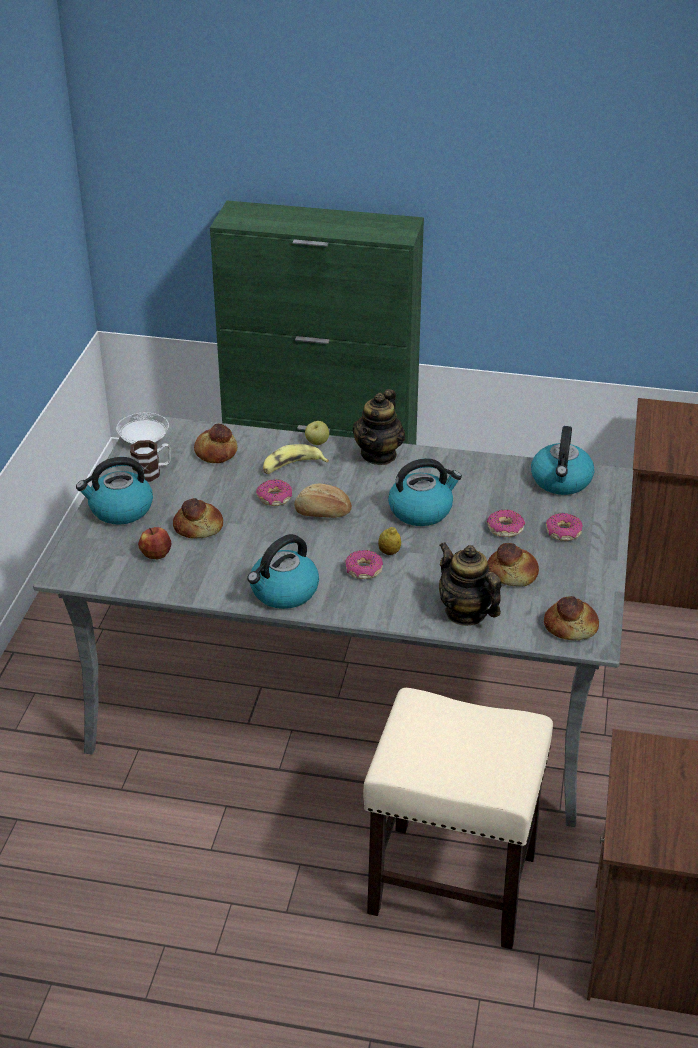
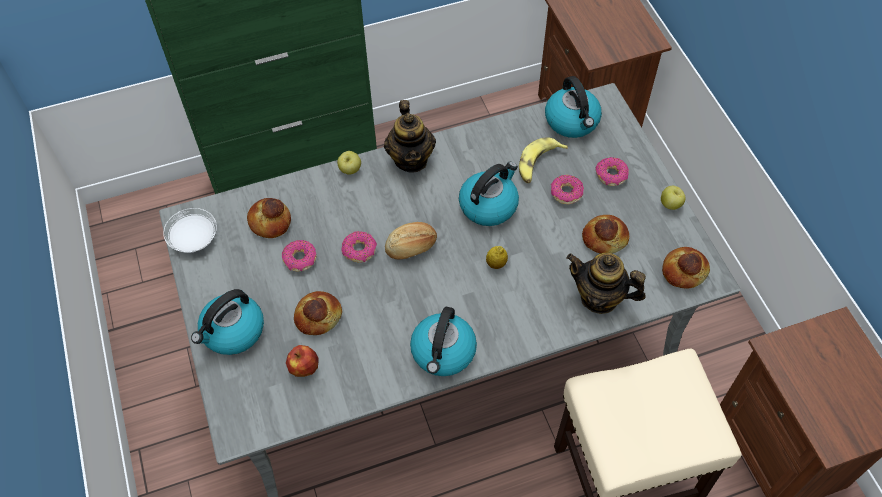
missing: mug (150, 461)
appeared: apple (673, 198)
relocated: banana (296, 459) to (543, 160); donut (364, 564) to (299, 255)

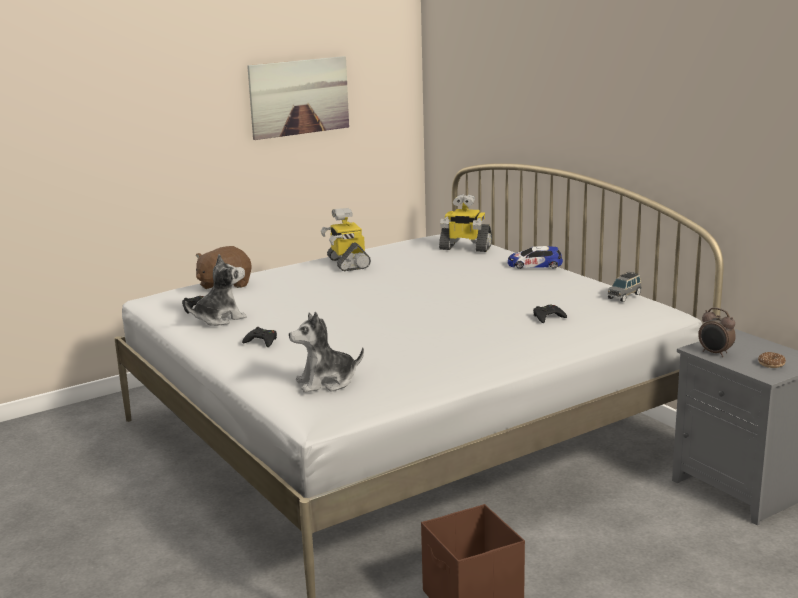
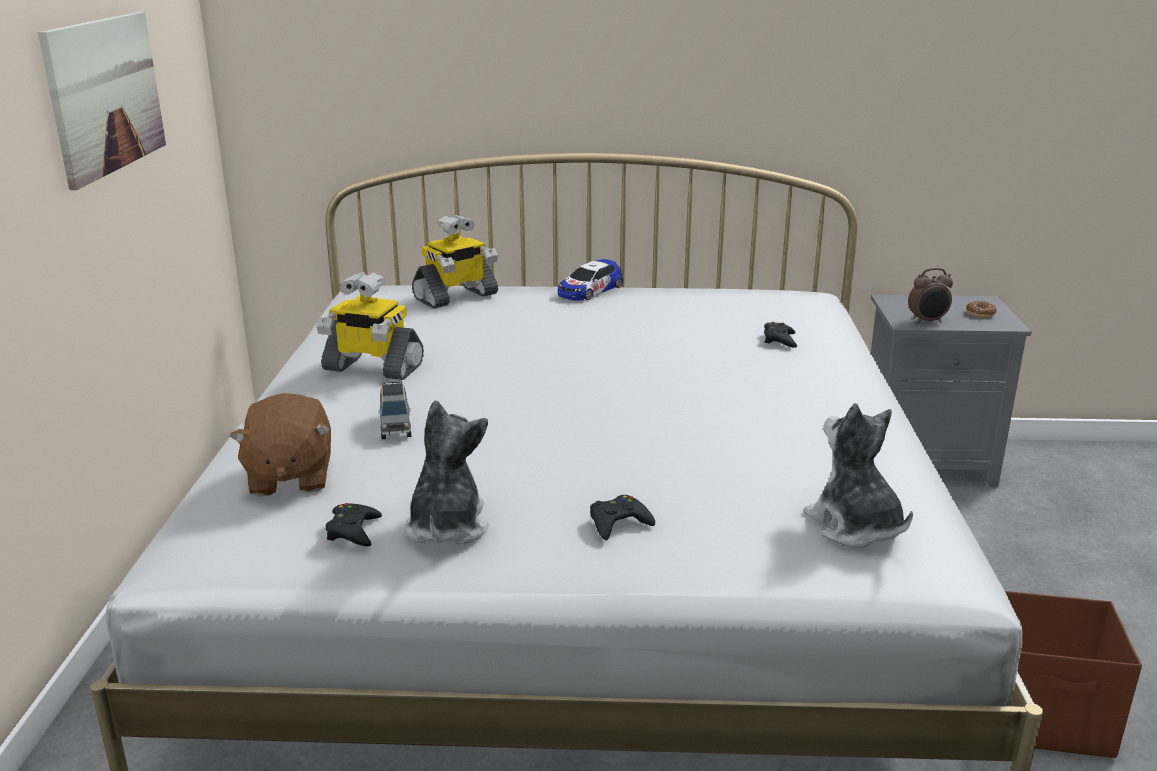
relocated: grey toy car (624, 287) to (394, 410)
spun: plush toy (326, 352) = (858, 475) 135 degrees clockwise

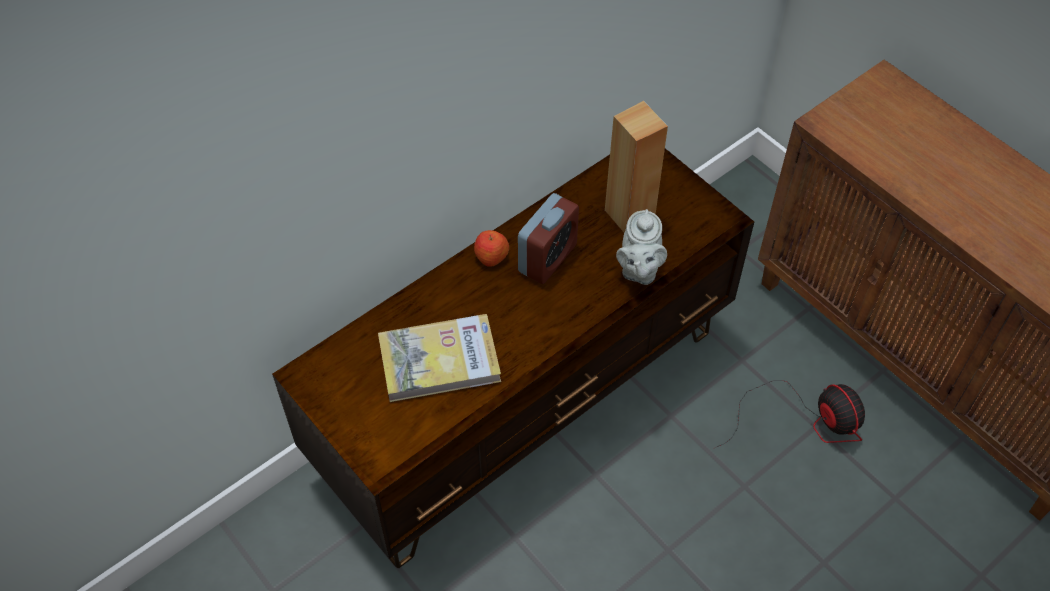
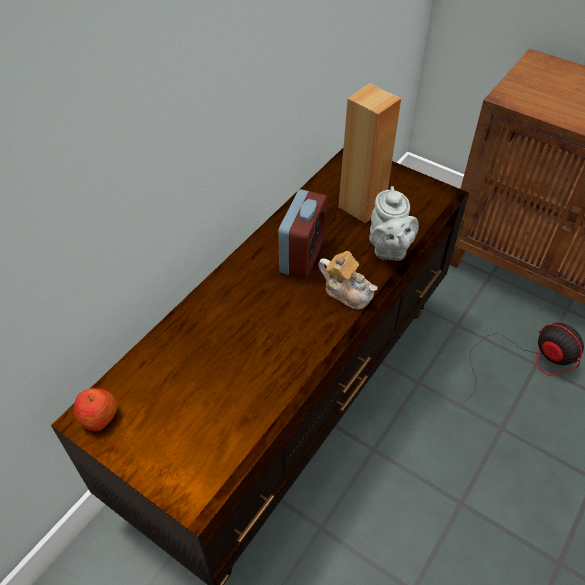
missing: book (439, 358)
appeared: teapot (348, 280)
relocated: apple (491, 248) to (95, 409)

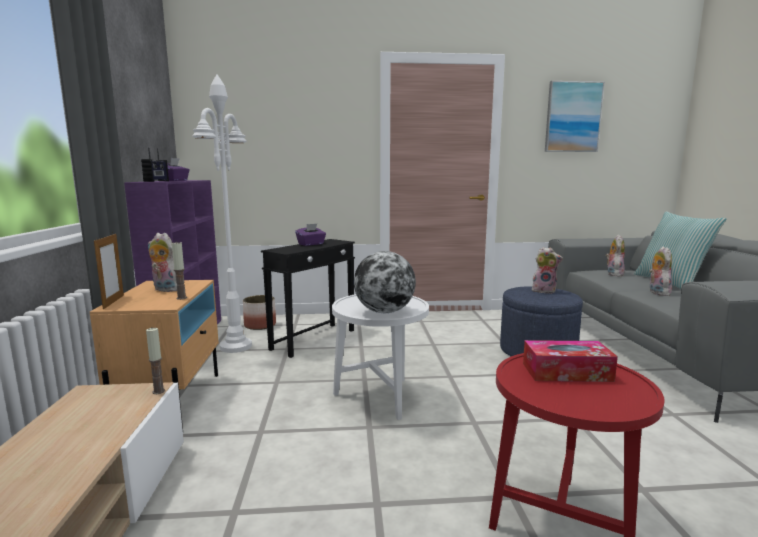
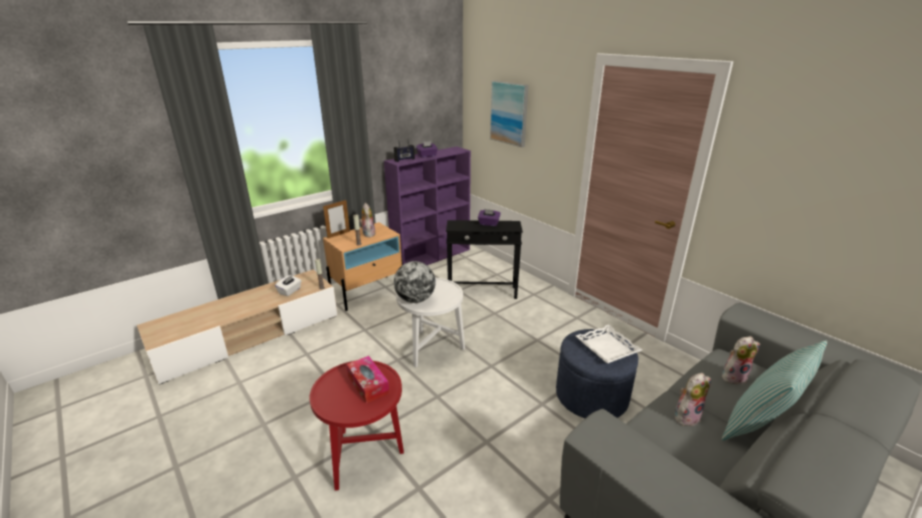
missing: white floor lamp (222, 214); planter (259, 312)
appeared: white tissue box (288, 285)
relocated: picture (575, 116) to (509, 113)
exchanged: plush toy (547, 270) to white tray (609, 344)

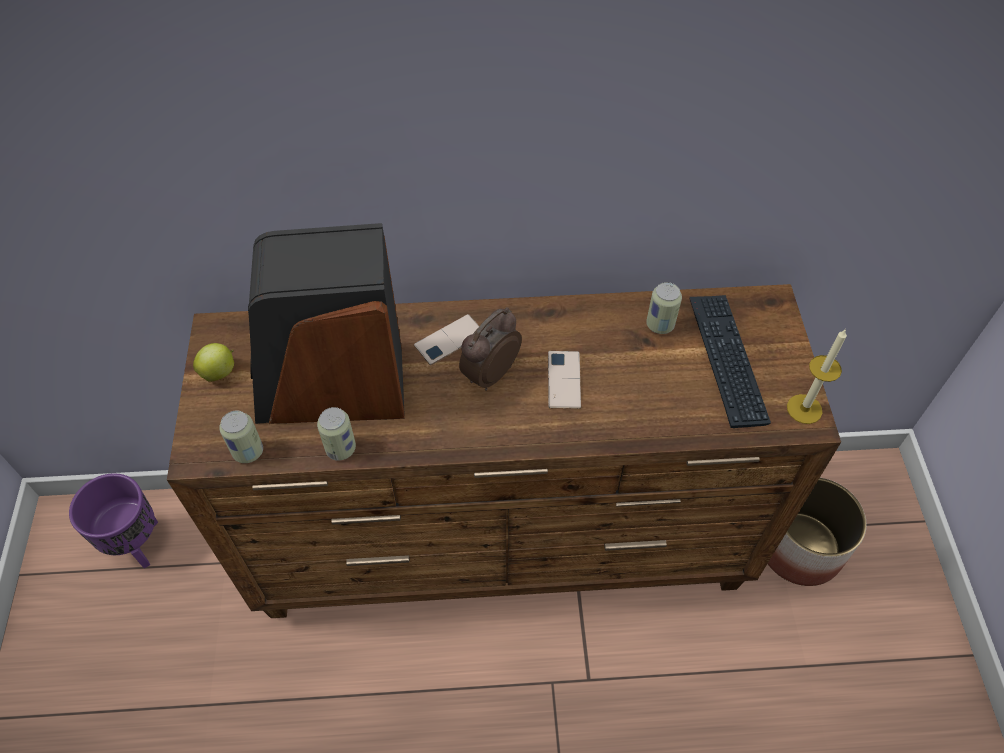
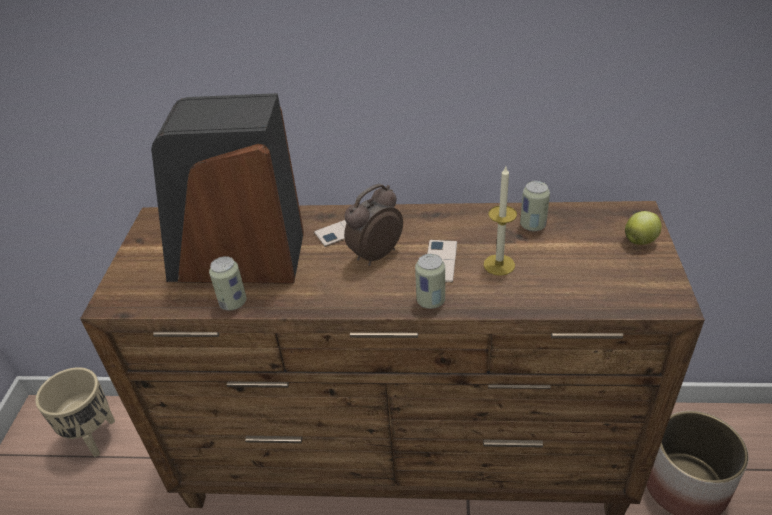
missing: keyboard (730, 361)
relocated: candle (817, 376) to (500, 221); apple (213, 362) to (643, 228); can (241, 437) to (430, 281)
colour: purple planter (113, 520) to beige planter (75, 412)

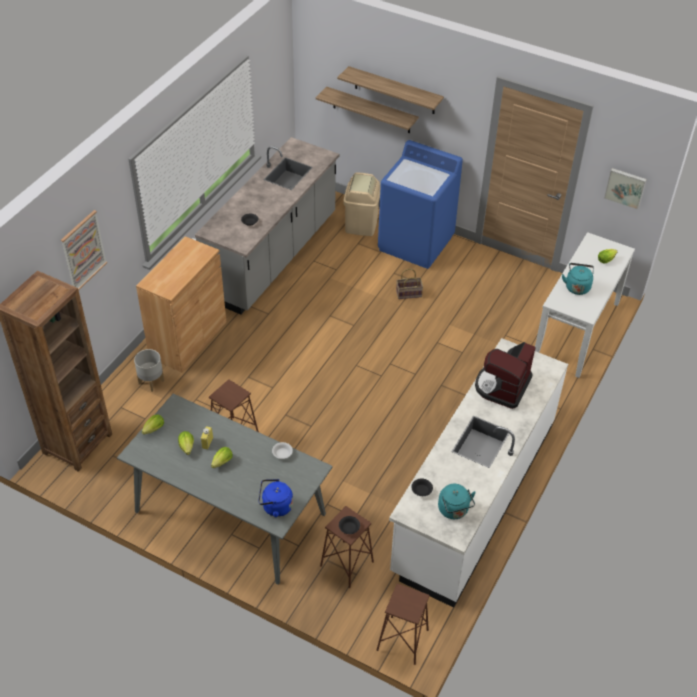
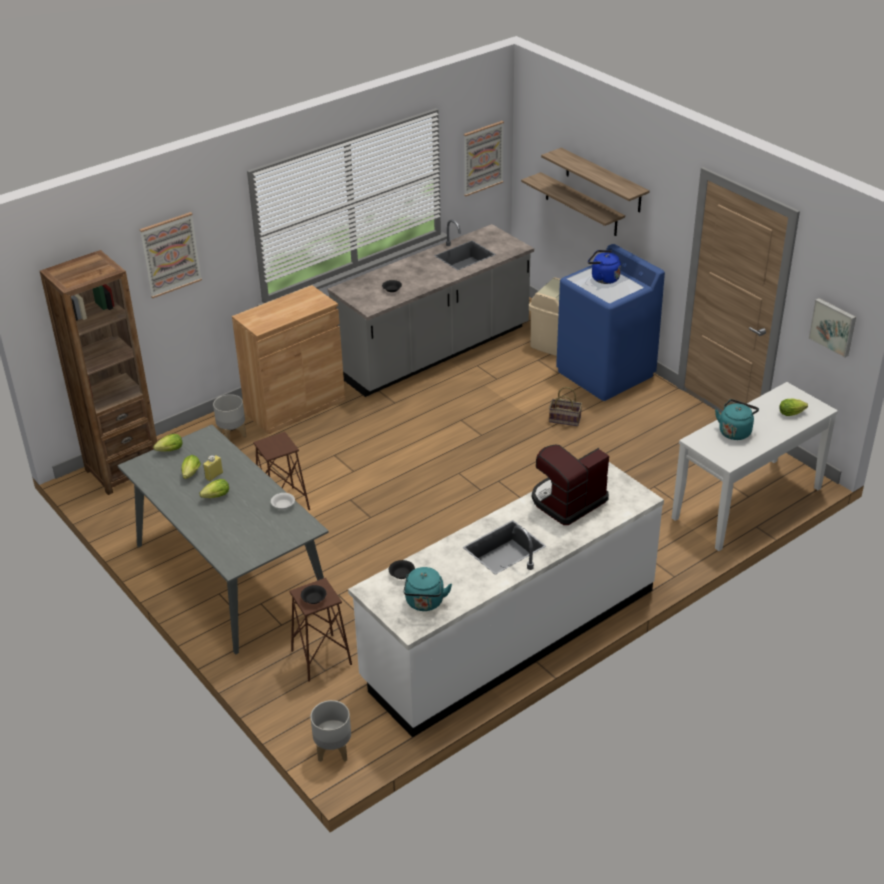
appeared: picture (484, 158)
relocated: blue kettle (275, 498) to (604, 267)
exchanged: brown stool (403, 624) to grey planter (330, 731)

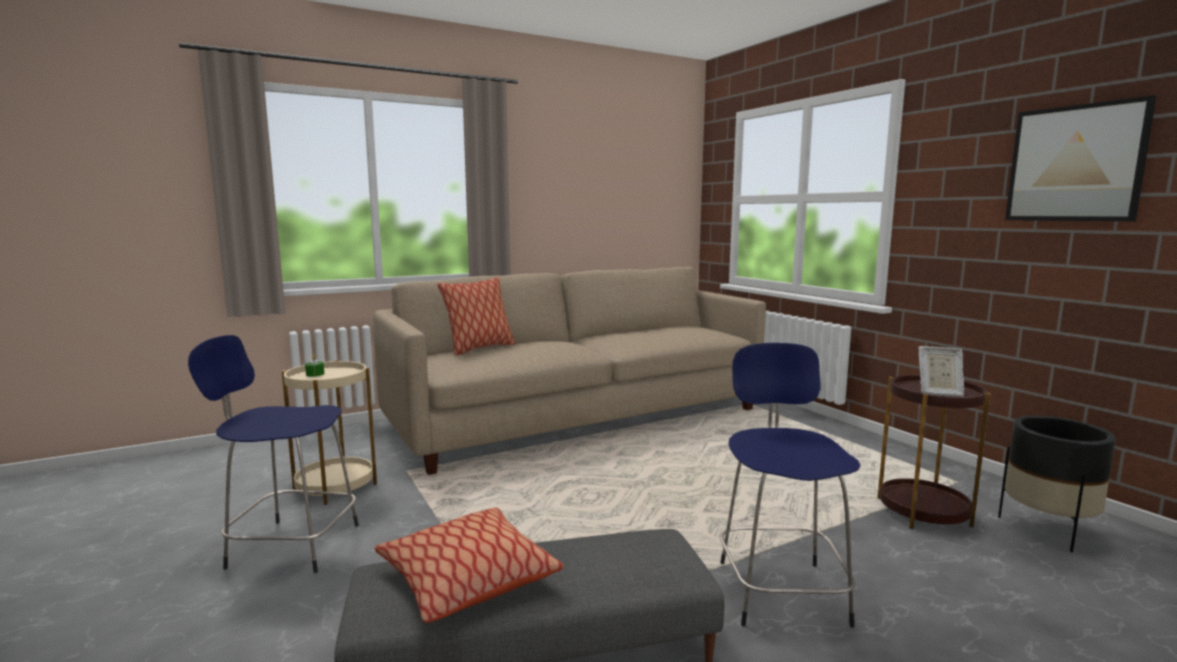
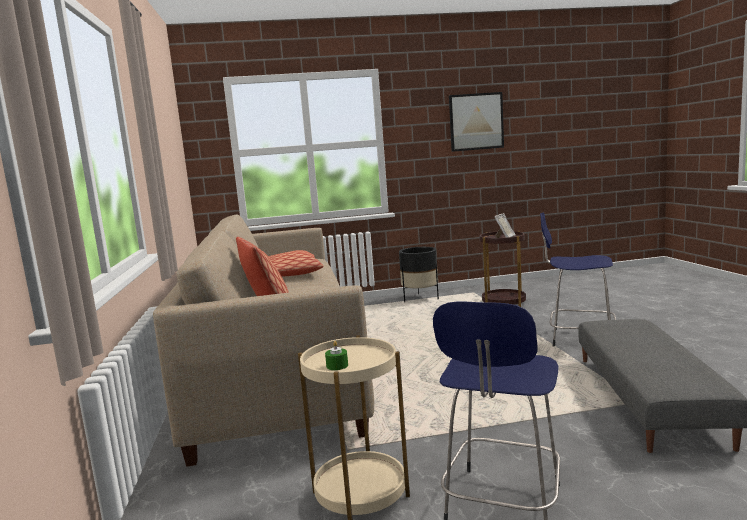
relocated: black planter (1057, 484) to (419, 274); pillow (469, 565) to (296, 263)

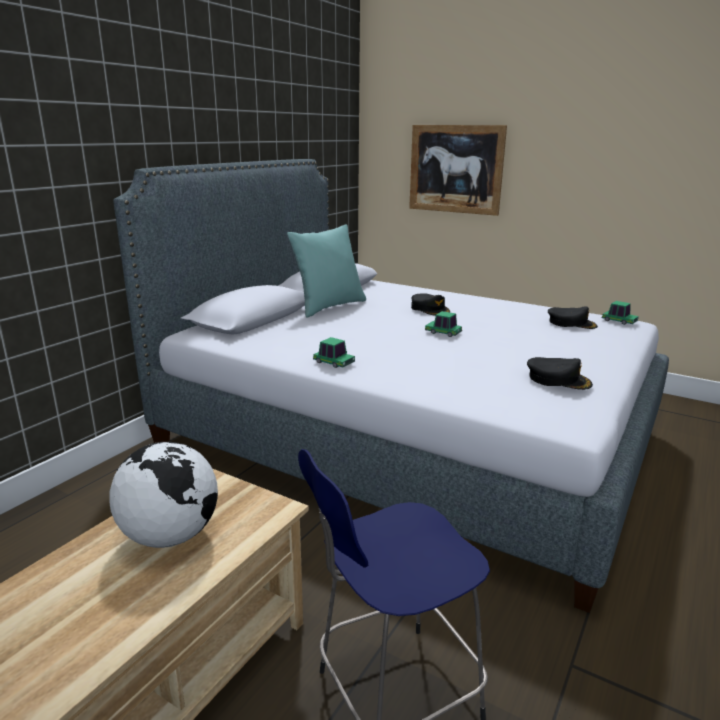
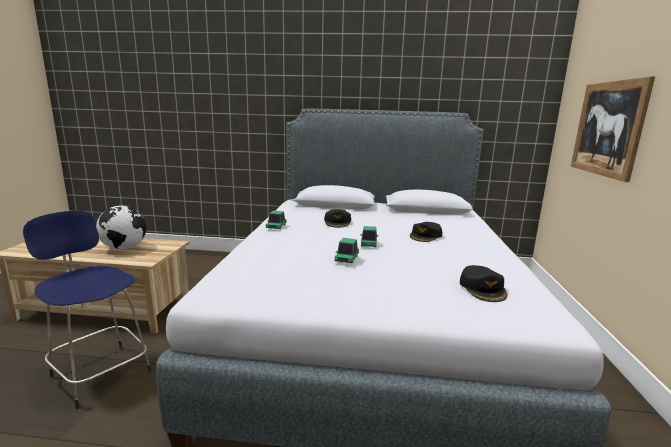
missing: turquoise pillow (326, 271)
relocated: toy car (620, 313) to (347, 250); black cap (560, 373) to (337, 218)

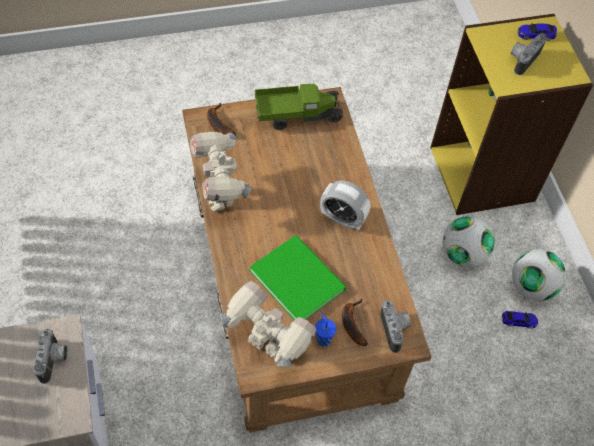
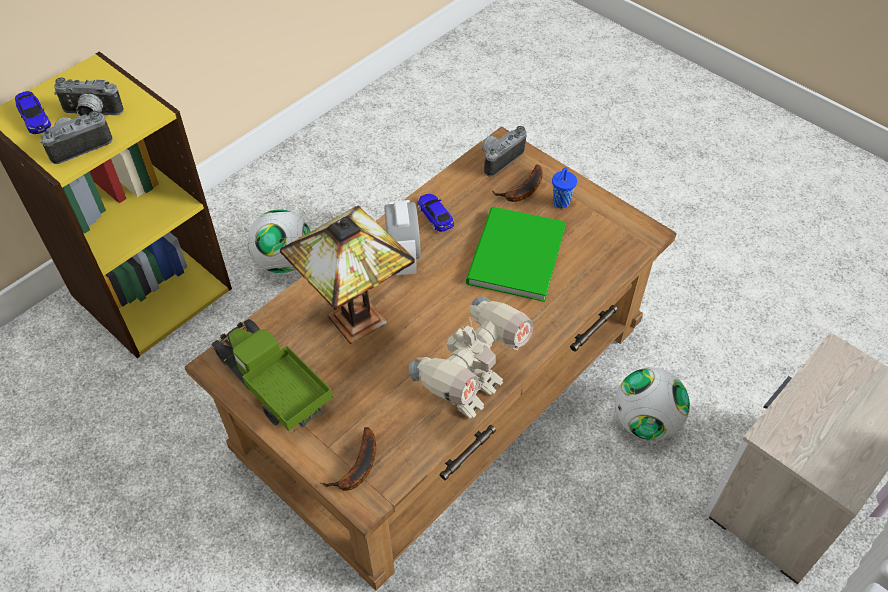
missing: toy robot (268, 324)
appeared: table lamp (347, 275)
relocated: football (539, 275) to (652, 404); toy car (520, 320) to (435, 213); photo camera (51, 356) to (76, 137)

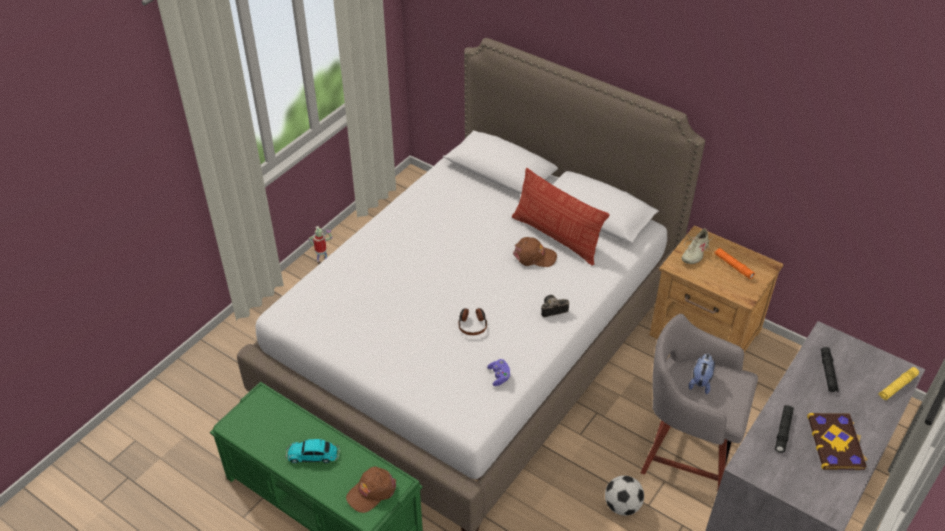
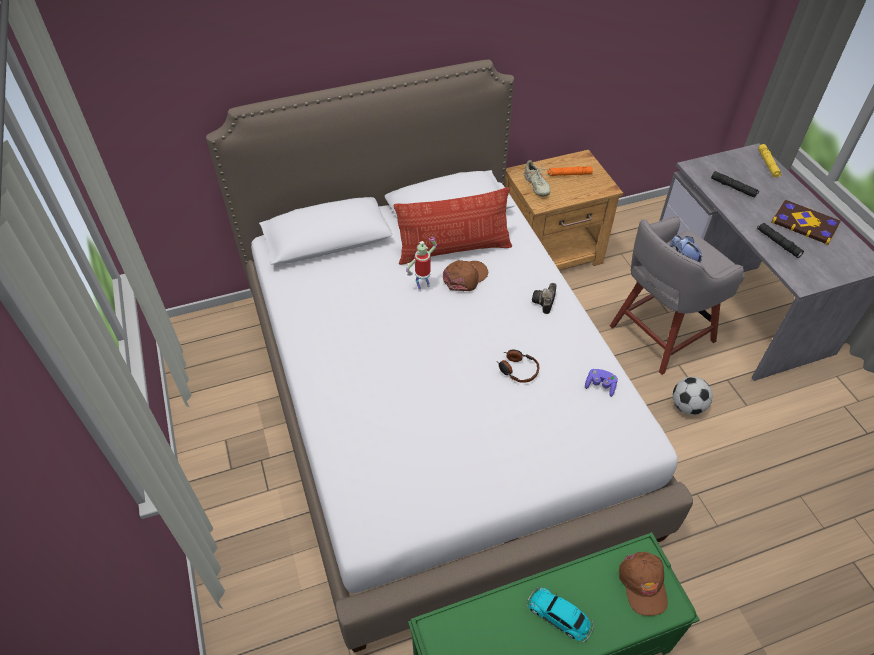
relocated: toy robot (320, 244) to (421, 264)
spun: toy car (312, 451) = (560, 614) 90 degrees clockwise

